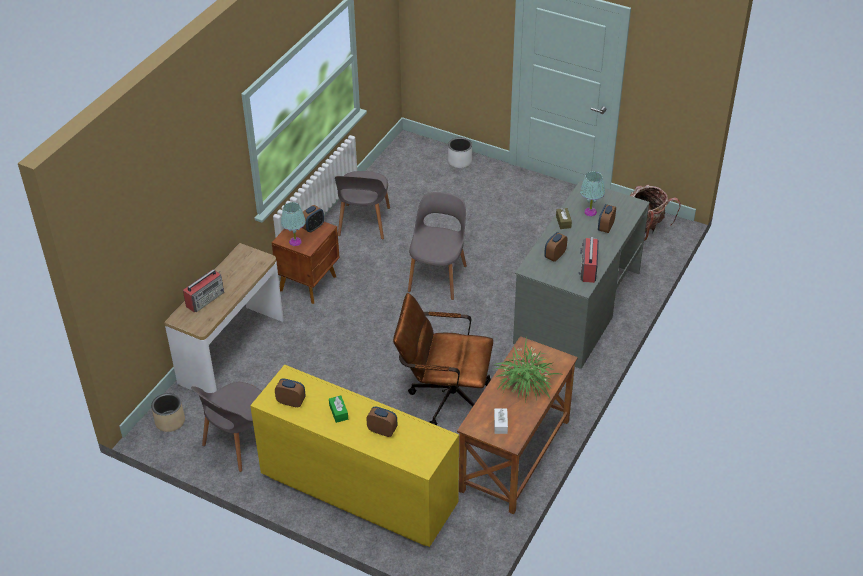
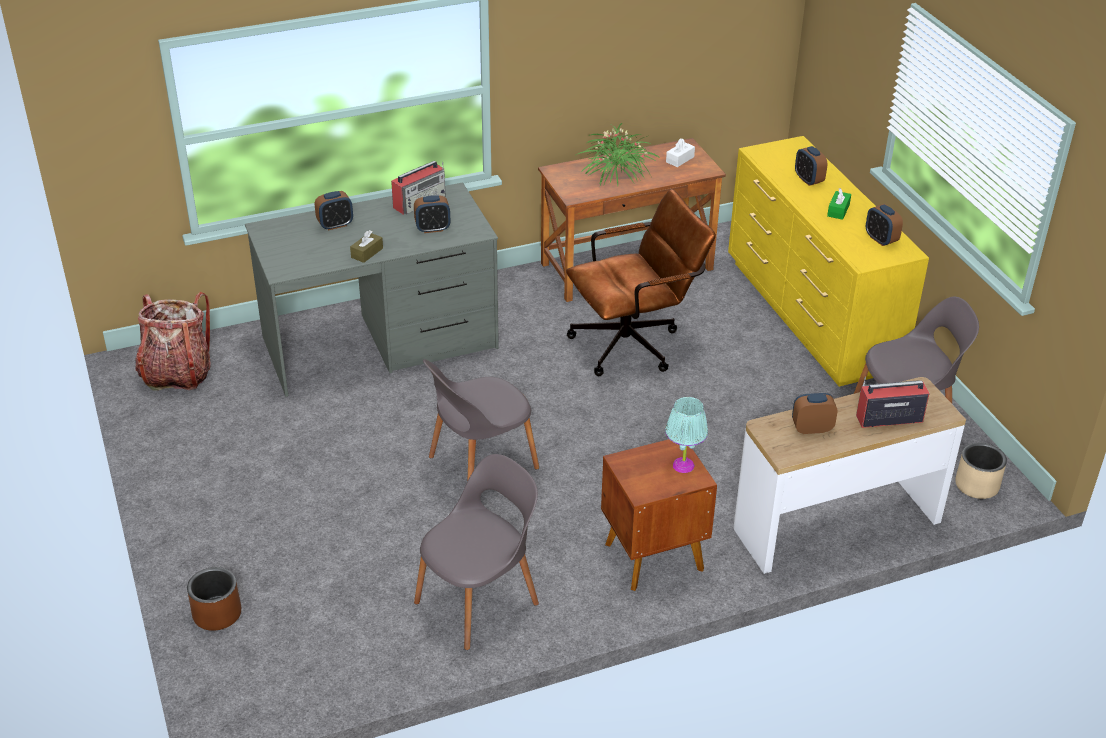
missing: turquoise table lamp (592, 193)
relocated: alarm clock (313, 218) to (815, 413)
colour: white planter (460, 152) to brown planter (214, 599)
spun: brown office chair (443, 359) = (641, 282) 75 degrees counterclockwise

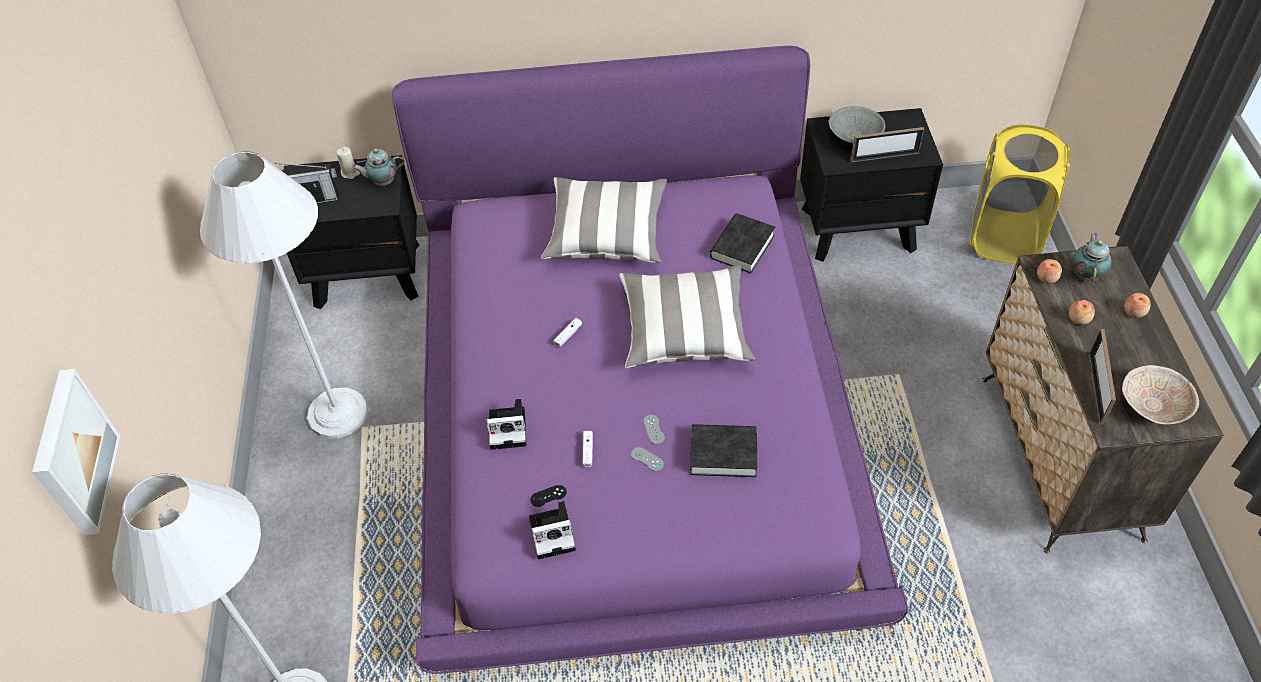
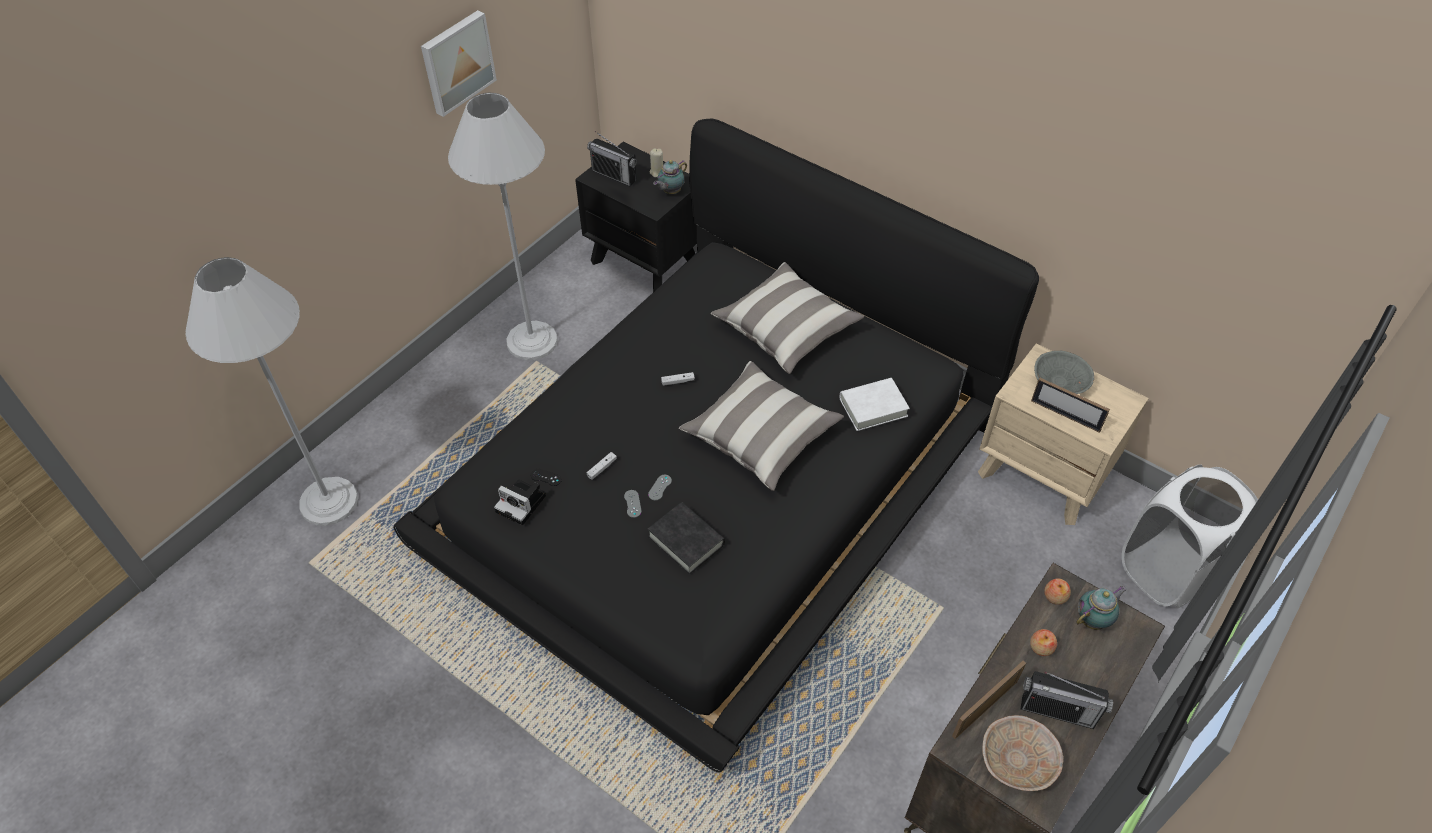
missing: apple (1137, 305); photo camera (506, 424)
appeared: radio (1067, 700)
relocated: picture (76, 452) to (459, 63)
colour: purple bed (650, 360) to black bed (716, 445); black nightstand (871, 185) to beige nightstand (1063, 434); yellow laundry basket (1020, 194) to white laundry basket (1190, 536); black book (742, 243) to white book (874, 404)
spun: teapot (378, 167) = (670, 177) 75 degrees counterclockwise

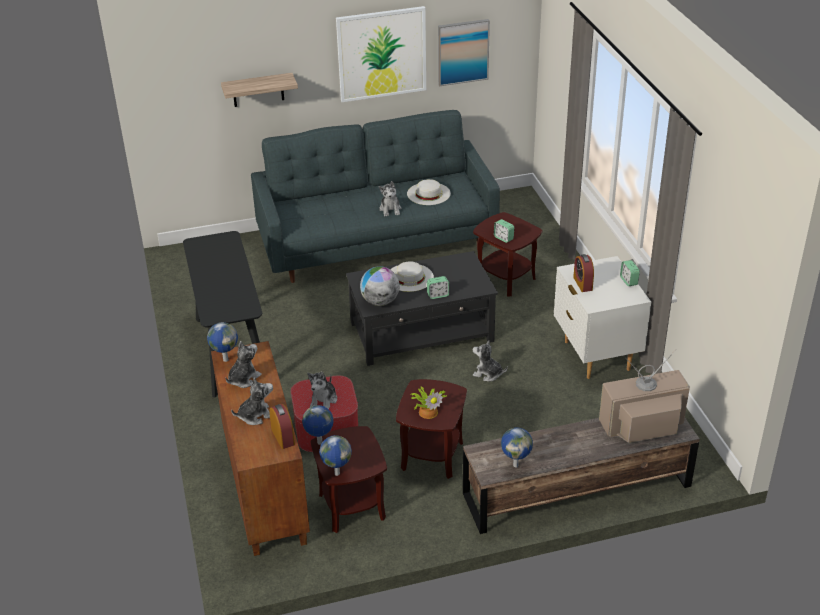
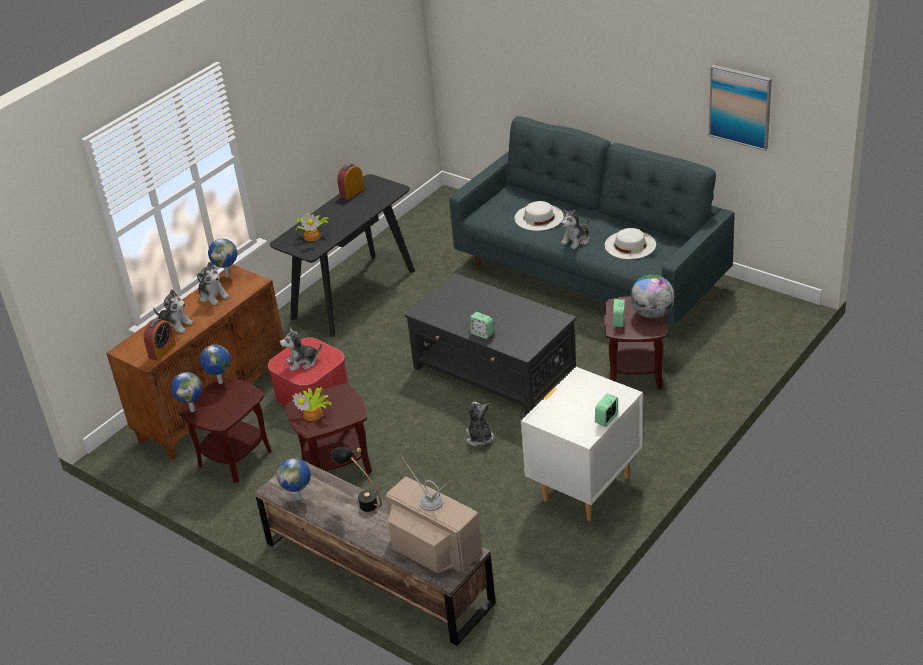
missing: picture (381, 54); shelf (259, 90)
appeared: potted plant (312, 227); black table lamp (356, 479)
relocated: alarm clock (583, 273) to (351, 181); white hat (412, 276) to (539, 216); globe (380, 286) to (652, 296)
spun: plush toy (243, 364) = (213, 283) 45 degrees clockwise

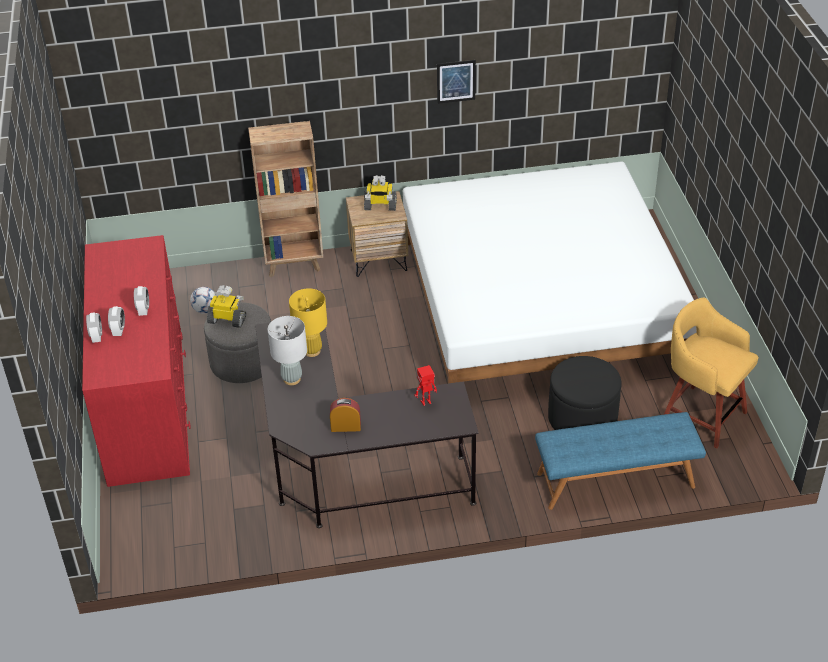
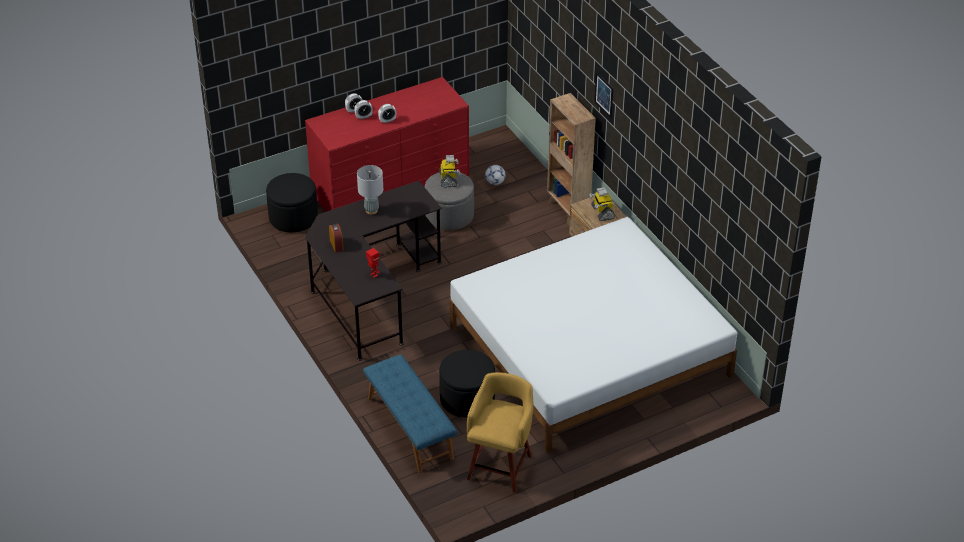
missing: yellow table lamp (308, 322)
appeared: black ottoman (292, 202)
relocated: picture (456, 82) to (603, 95)

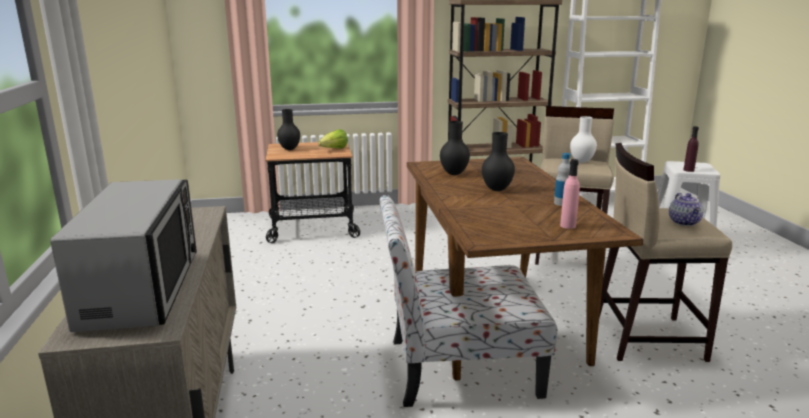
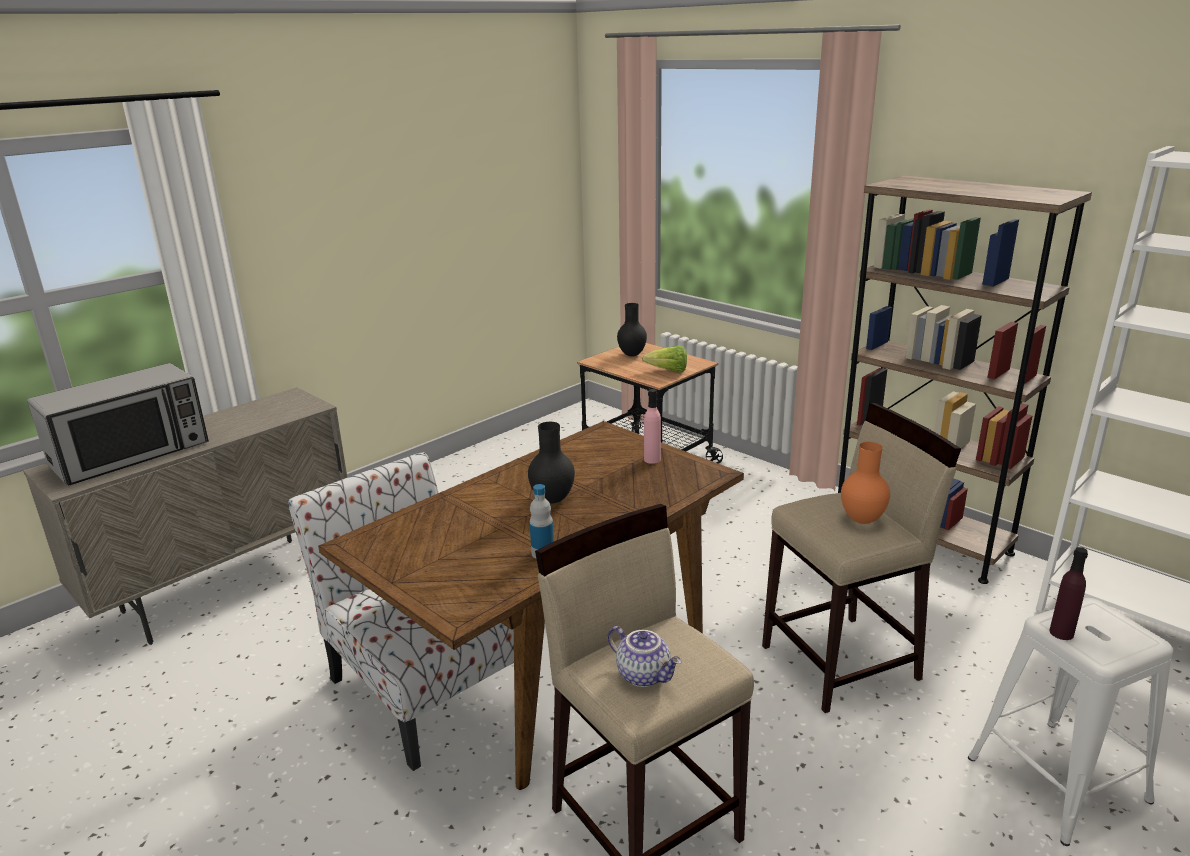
missing: black vase (455, 148)
relocated: pink bottle (570, 194) to (652, 426)
colour: white vase (583, 139) to orange vase (865, 483)
spun: teapot (686, 209) = (645, 656) 105 degrees counterclockwise

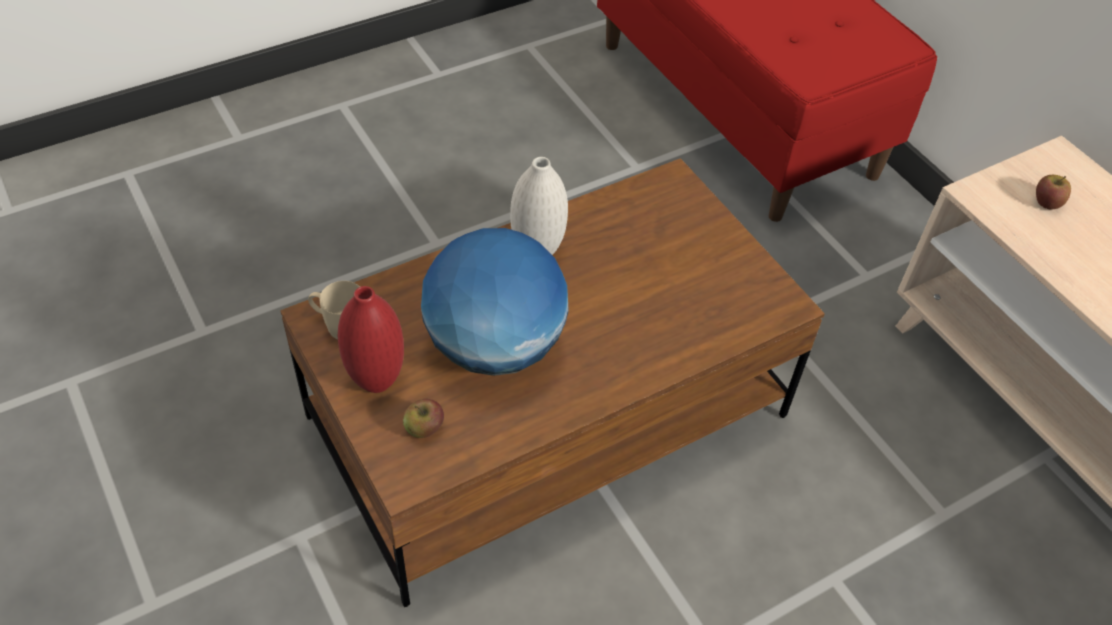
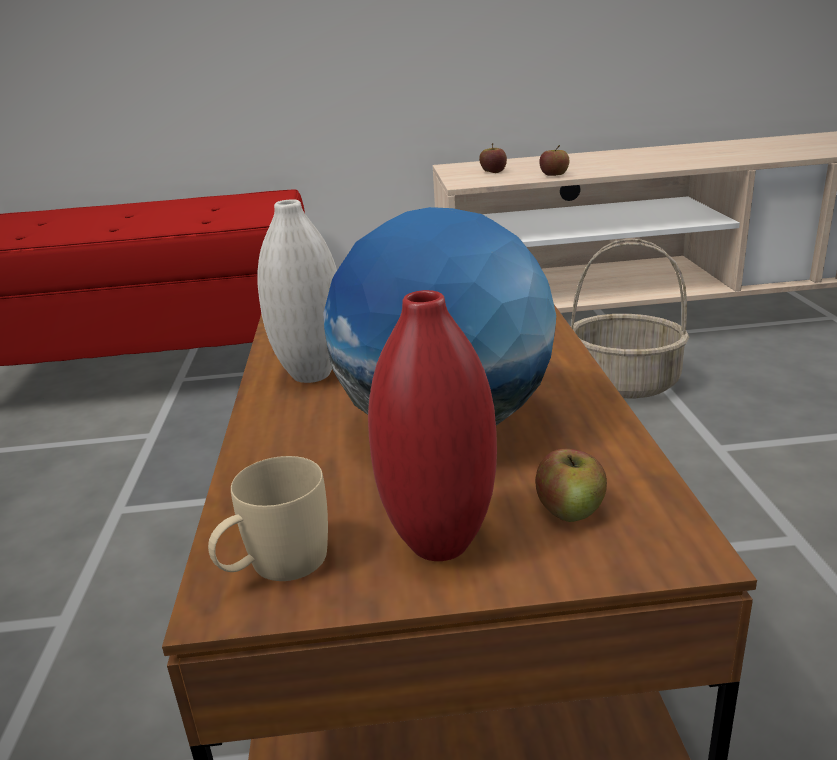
appeared: apple (554, 160); basket (630, 318)

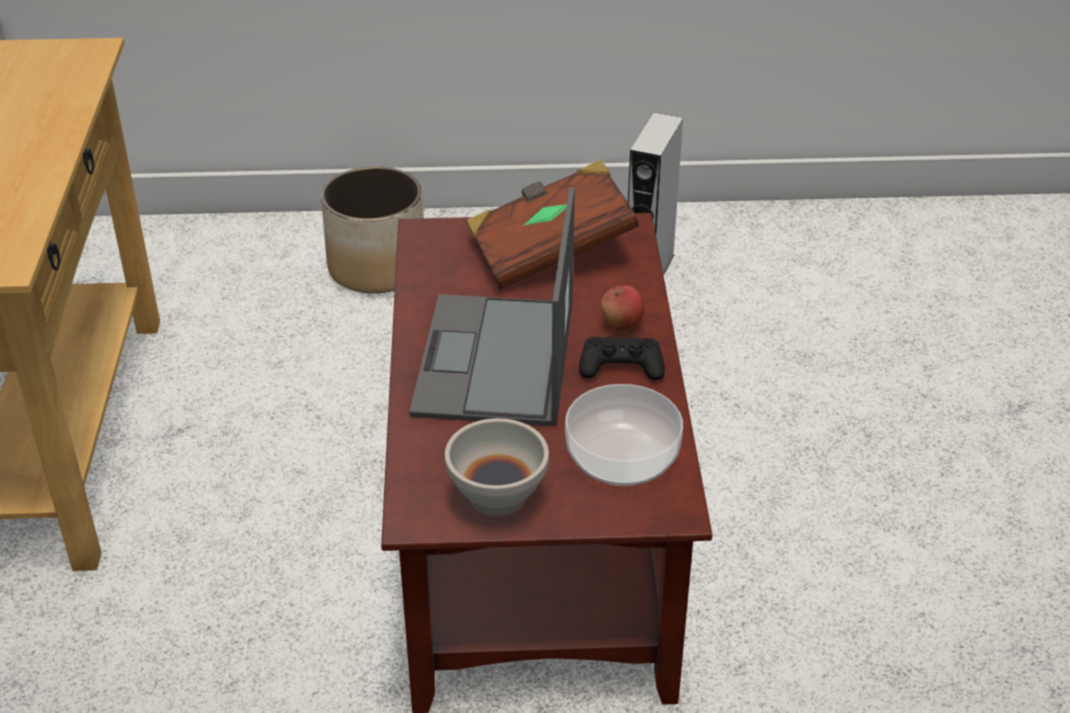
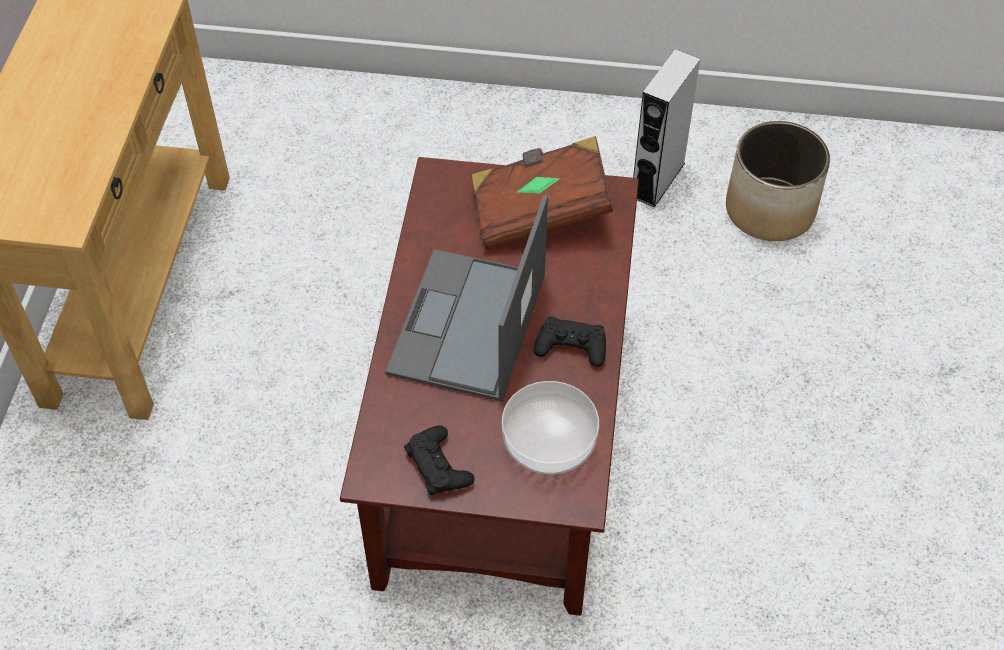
missing: apple (622, 307)
relocated: planter (372, 230) to (778, 181)
exchanged: white bowl (497, 467) to black game controller (439, 460)

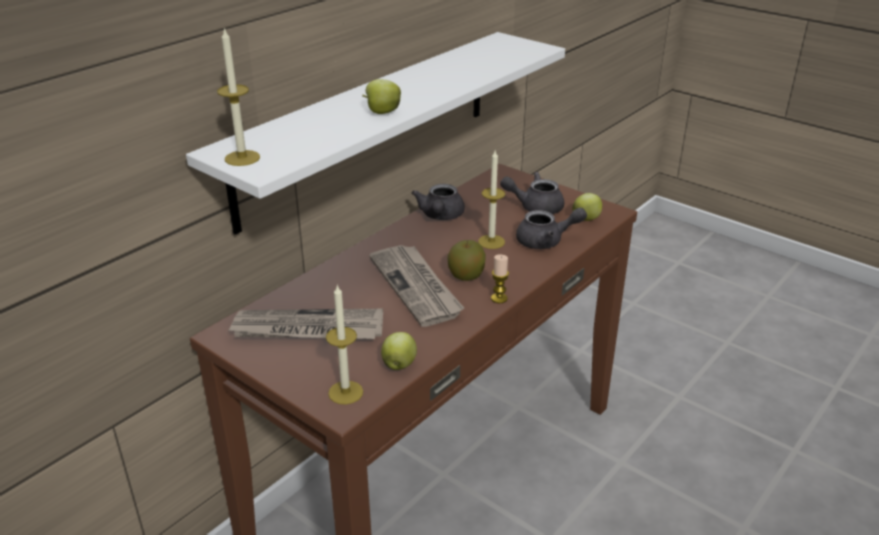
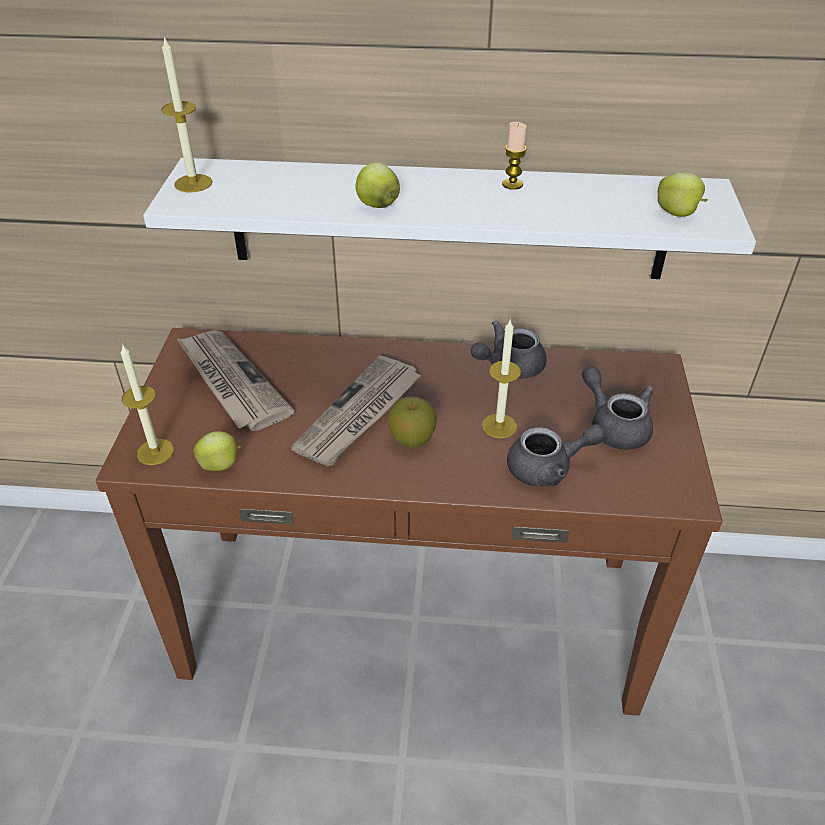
relocated: apple (587, 207) to (683, 194); candle (500, 278) to (514, 156)
spun: grey teapot (551, 228) = (556, 455) 60 degrees counterclockwise

